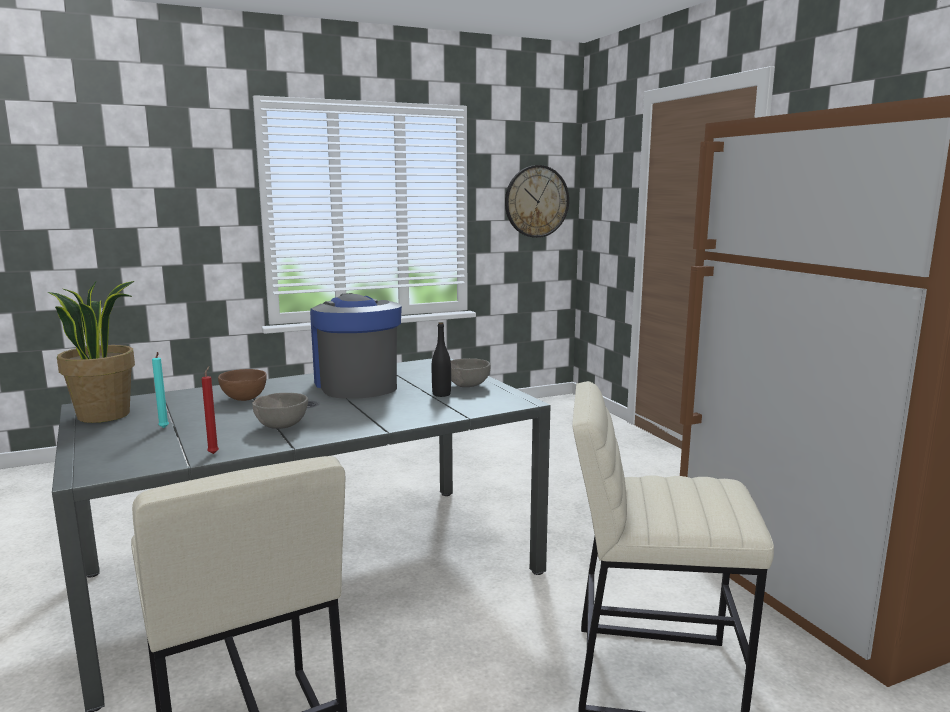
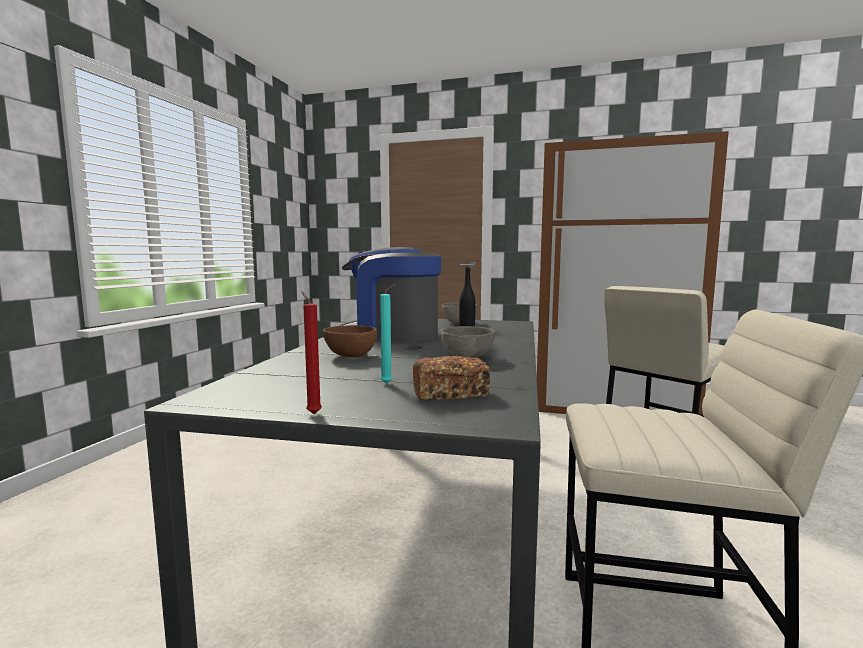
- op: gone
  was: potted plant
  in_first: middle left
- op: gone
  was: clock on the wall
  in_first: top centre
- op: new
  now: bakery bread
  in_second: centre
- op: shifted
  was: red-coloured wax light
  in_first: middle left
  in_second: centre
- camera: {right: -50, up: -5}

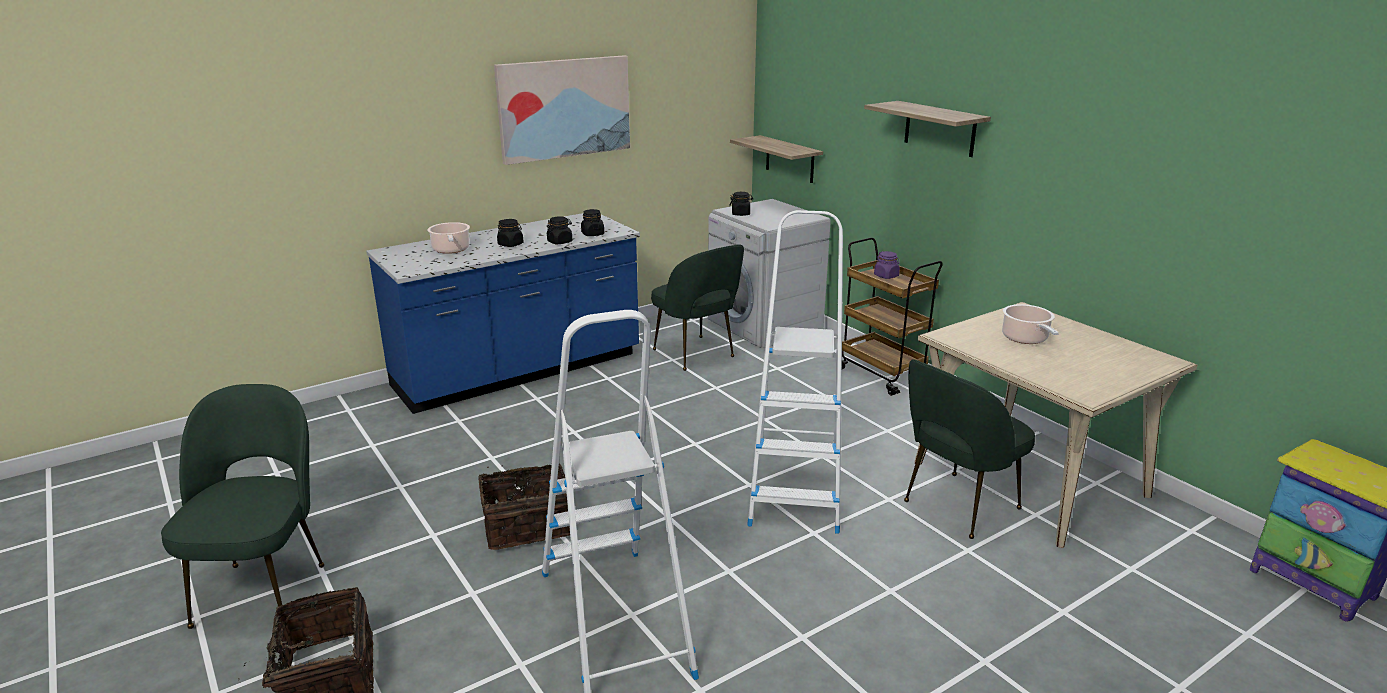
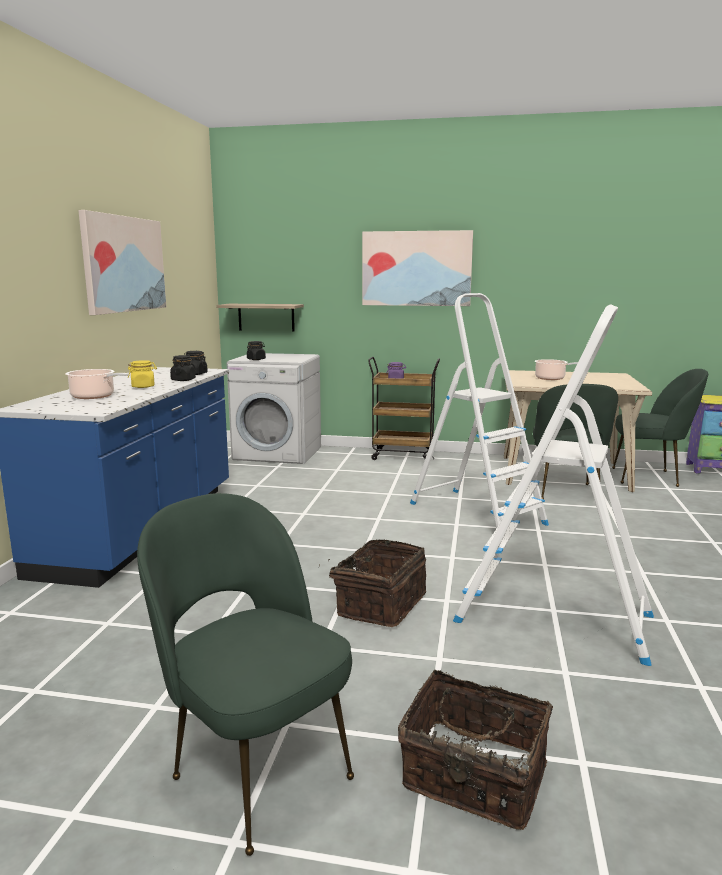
- op: shifted
  was: green chair (no. 2 from left in the first image)
  now: green chair (no. 3 from left)
  in_first: centre
  in_second: middle right
- op: swapped
  was: shelf (no. 2 from left)
  now: wall art (no. 2 from left)
  in_first: top right
  in_second: top centre
- op: repainted
  was: black jar (no. 1 from left)
  now: yellowish jar
  in_first: centre
  in_second: middle left
- camera: {right: -45, up: -10}

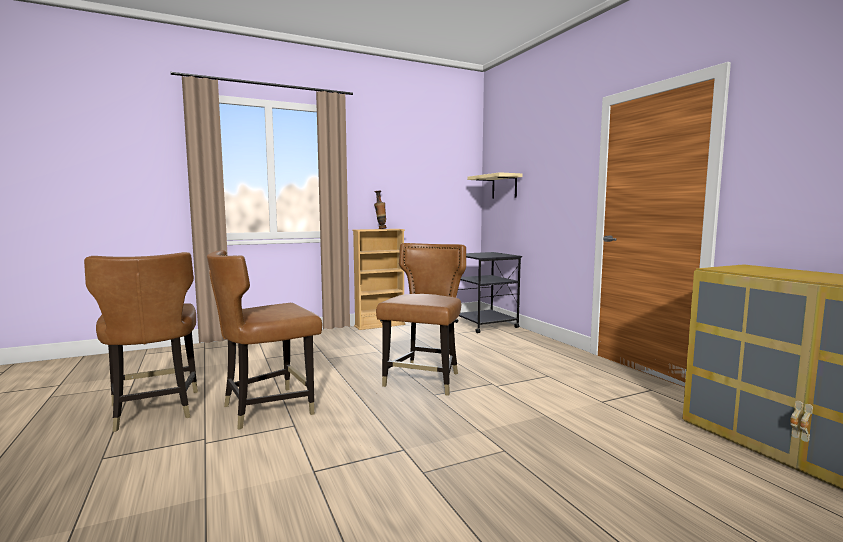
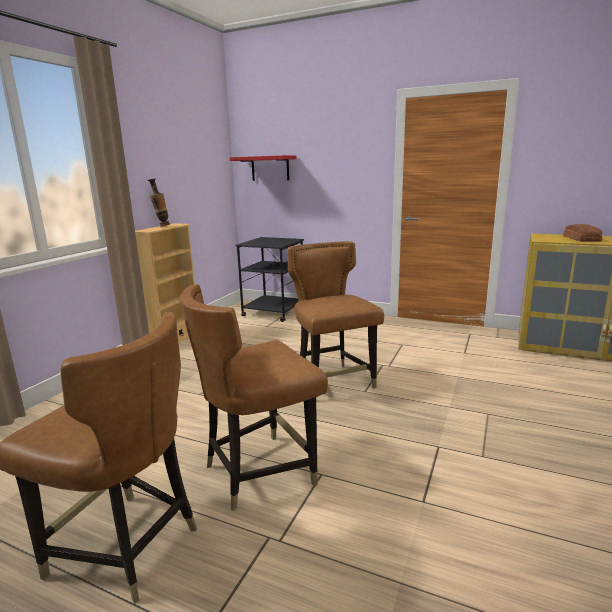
- op: new
  now: bakery bread
  in_second: middle right
- op: repainted
  was: sand-coloured shelf
  now: red-coloured shelf
  in_first: centre
  in_second: top centre
- op: rotated
  was: brown chair (no. 2 from left)
  in_first: middle left
  in_second: centre
  clockwise: 45
- camera: {right: -40, up: 10}

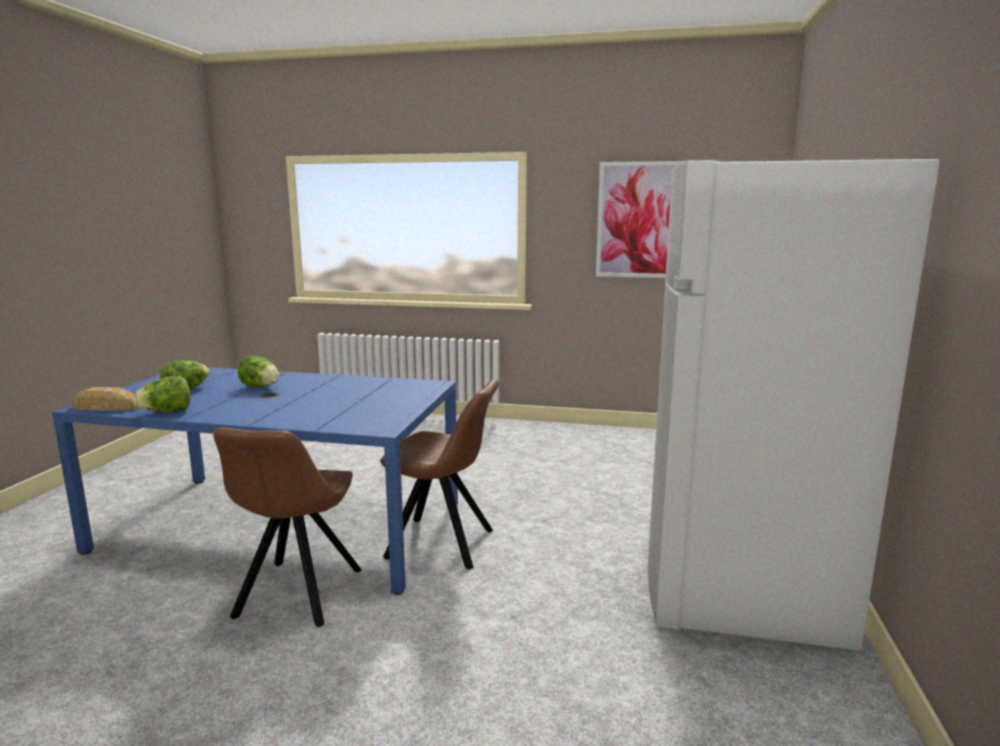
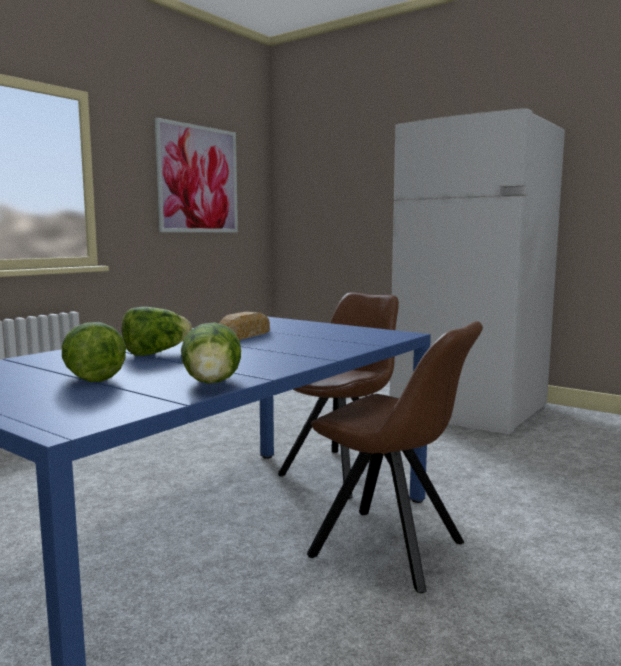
- op: shifted
  was: bakery bread
  in_first: middle left
  in_second: centre
- camera: {right: -65, up: -5}

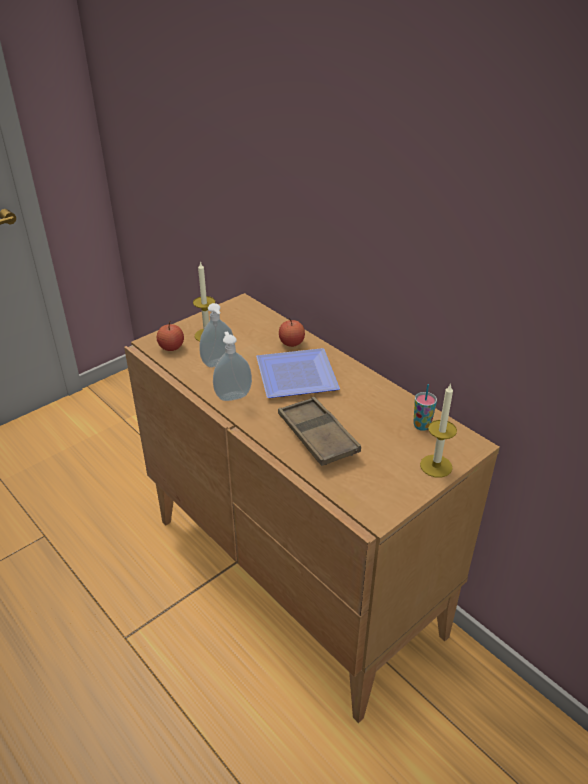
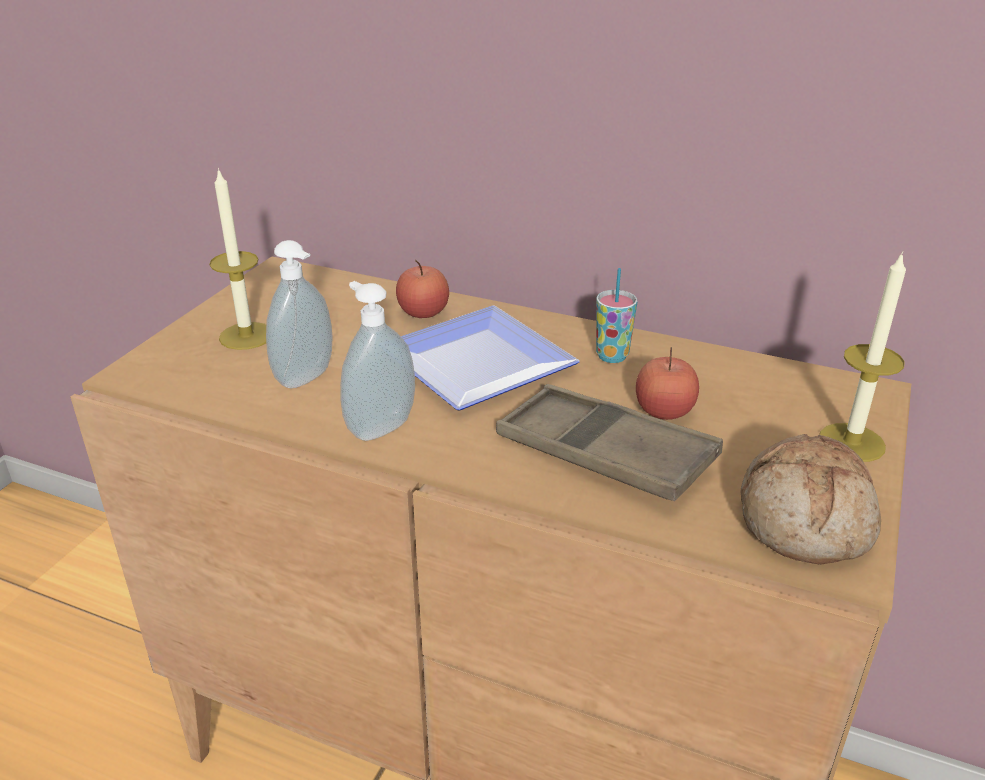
- op: new
  now: bakery bread
  in_second: middle right
- op: shifted
  was: whole apple (no. 1 from left in the first image)
  now: whole apple (no. 2 from left)
  in_first: middle left
  in_second: middle right
- op: shifted
  was: drinking cup
  in_first: middle right
  in_second: centre
- camera: {right: -25, up: -5}

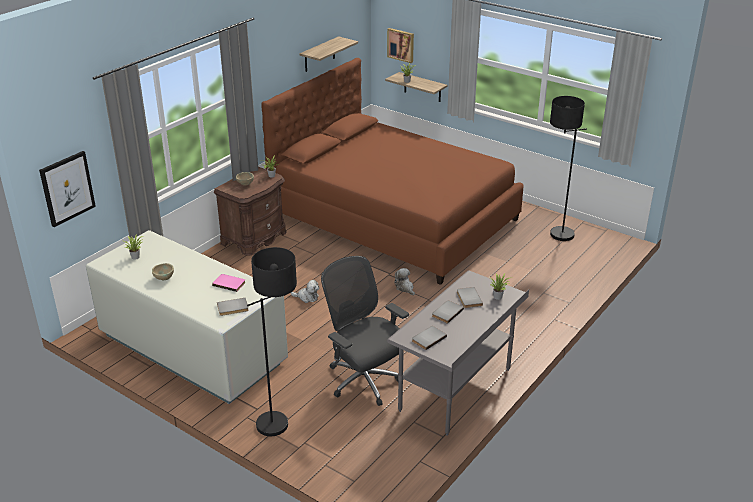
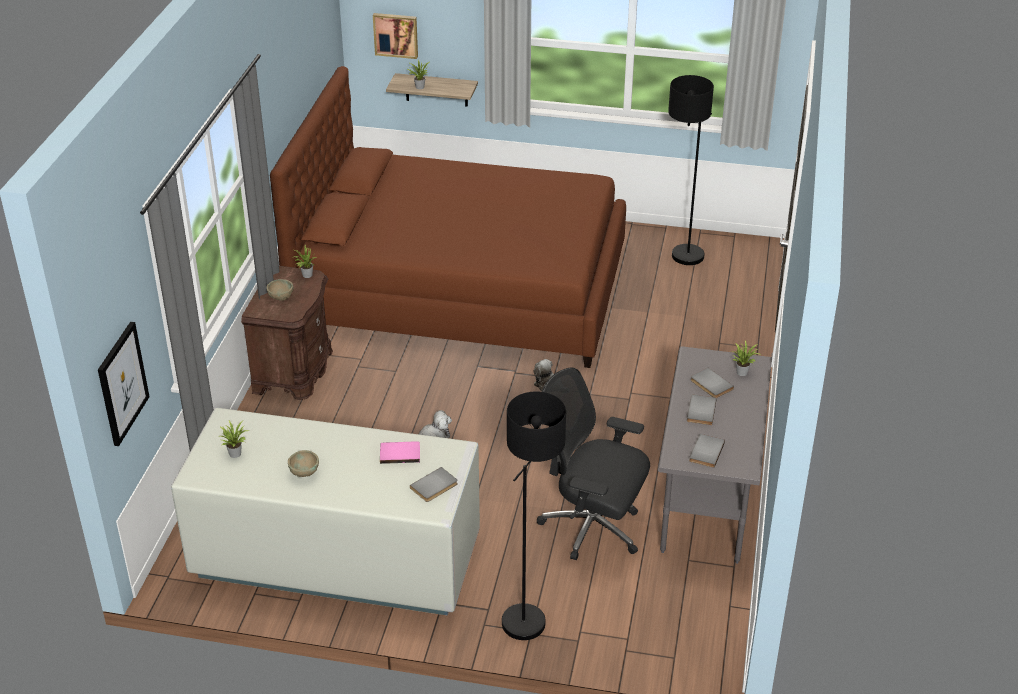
- op: gone
  was: shelf (no. 1 from left)
  in_first: top centre
- camera: {right: -25, up: 5}

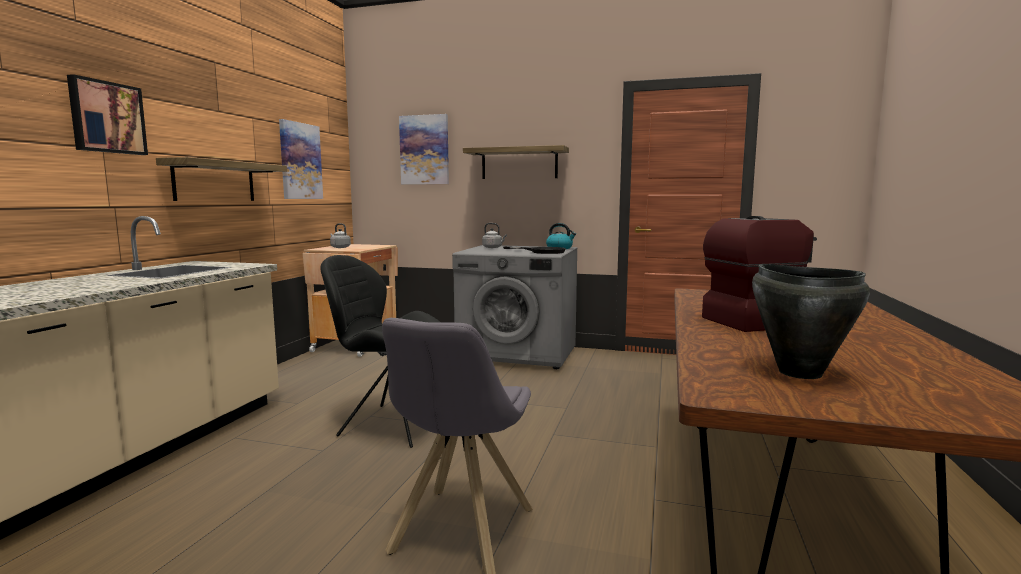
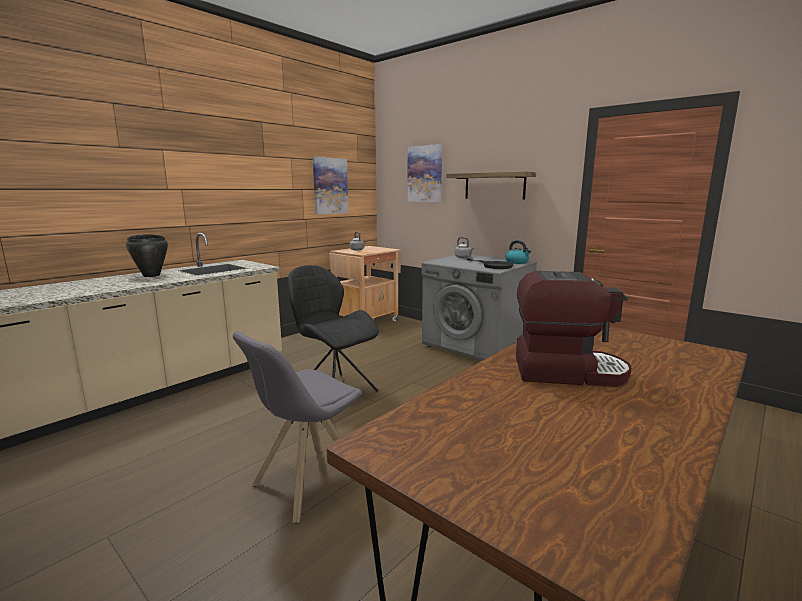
- op: gone
  was: wall art (no. 1 from left)
  in_first: top left
- op: gone
  was: shelf (no. 1 from left)
  in_first: top left
- op: shifted
  was: black stockpot
  in_first: middle right
  in_second: middle left
- camera: {right: 25, up: 5}

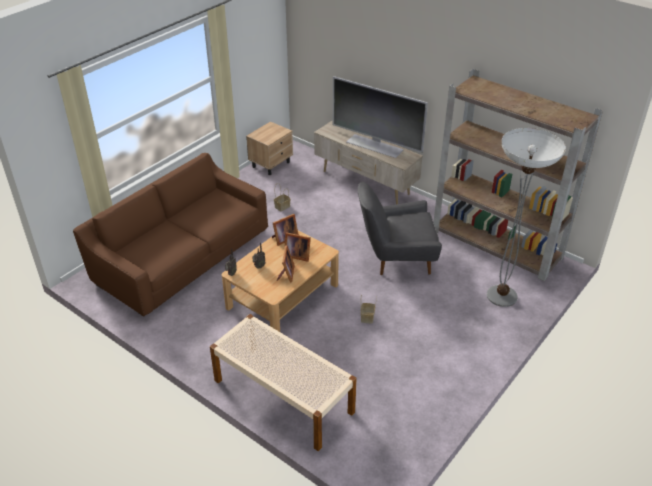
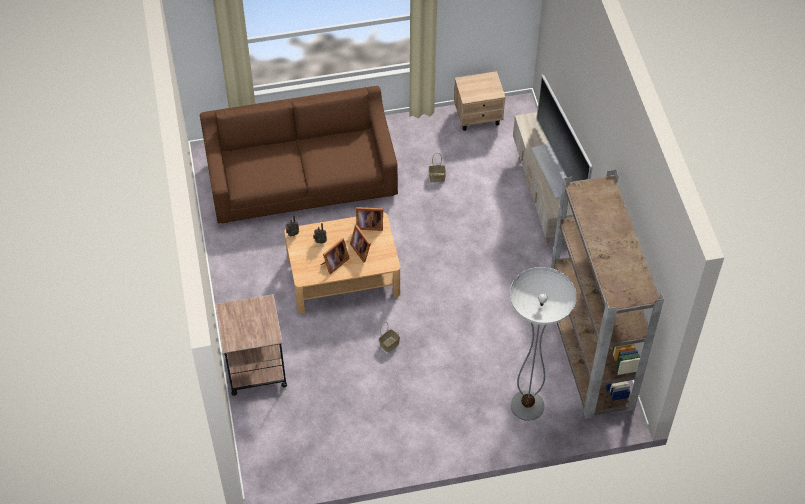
- op: gone
  was: gray easy chair
  in_first: centre
- op: swapped
  was: sand-coloured indoor bench
  now: brown wheeled cart
  in_first: bottom centre
  in_second: bottom left
- camera: {right: 40, up: 15}

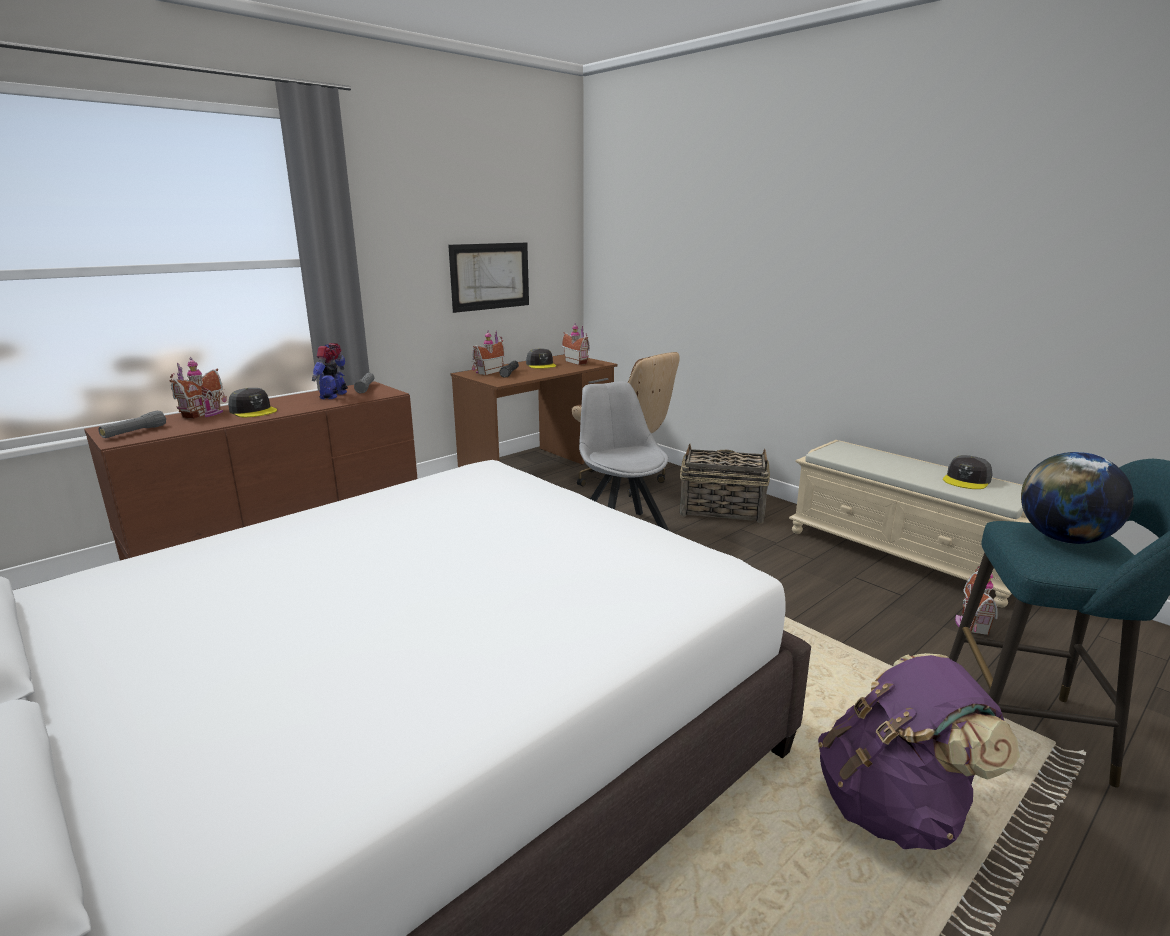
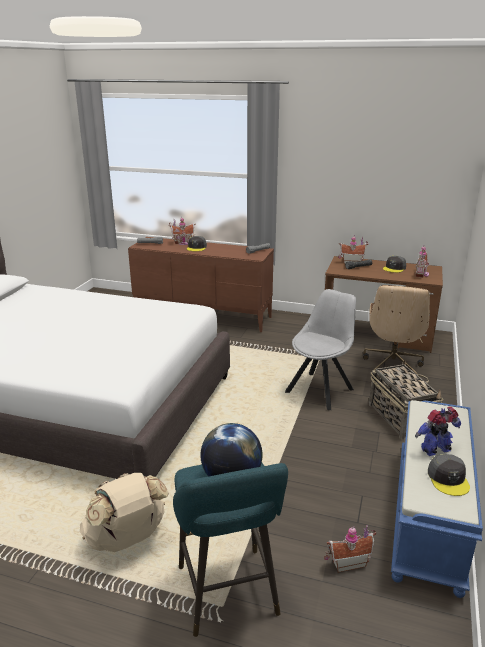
- op: gone
  was: wall art
  in_first: top centre
- op: shifted
  was: toy robot
  in_first: middle left
  in_second: middle right
- op: repainted
  was: sand-coloured indoor bench
  now: blue indoor bench
  in_first: middle right
  in_second: bottom right
- op: repainted
  was: purple rucksack
  now: sand-coloured rucksack
  in_first: bottom right
  in_second: bottom left
- op: rotated
  was: gray baseball cap (no. 3 from left)
  in_first: middle right
  in_second: bottom right
  clockwise: -105
- camera: {right: 60, up: 5}

